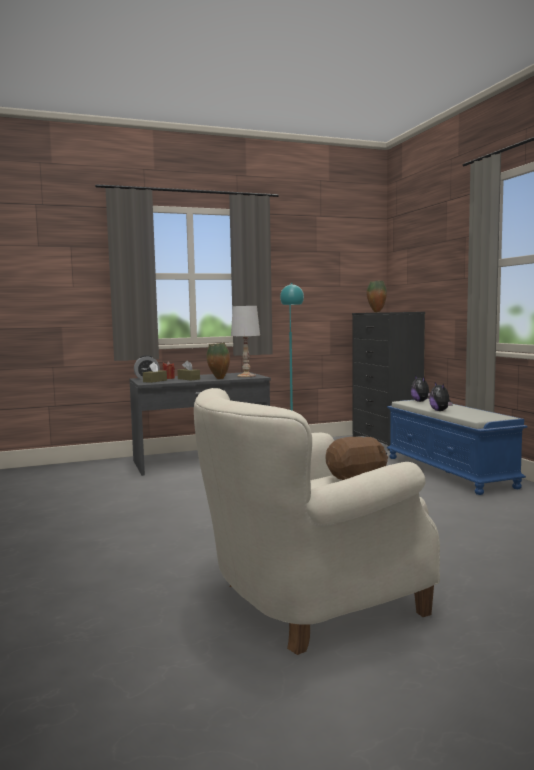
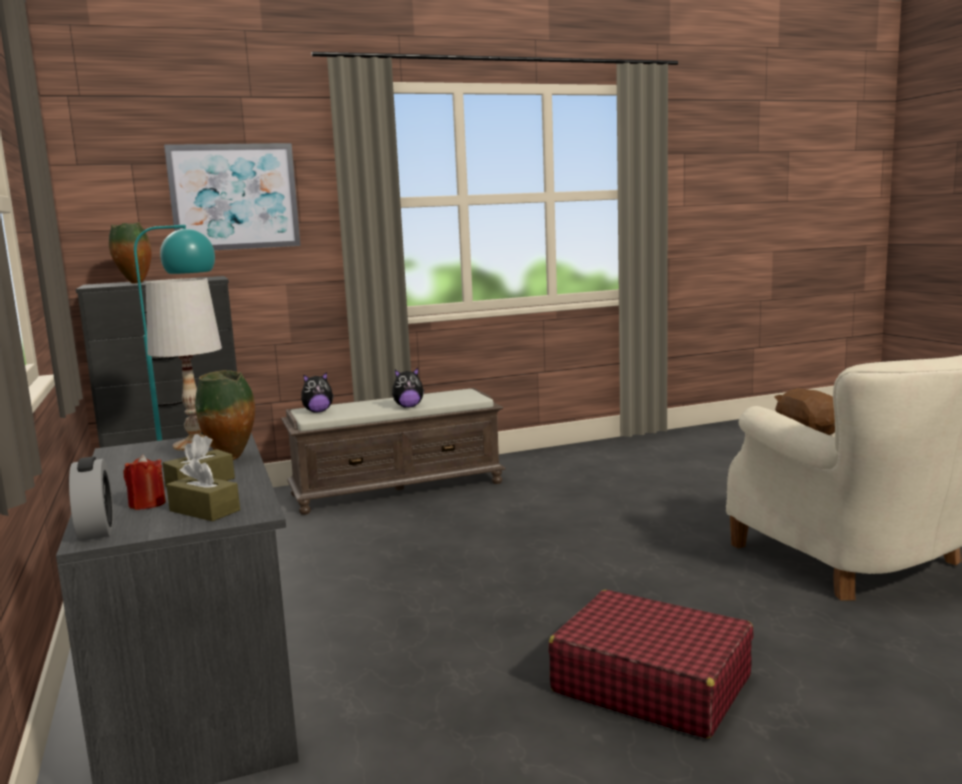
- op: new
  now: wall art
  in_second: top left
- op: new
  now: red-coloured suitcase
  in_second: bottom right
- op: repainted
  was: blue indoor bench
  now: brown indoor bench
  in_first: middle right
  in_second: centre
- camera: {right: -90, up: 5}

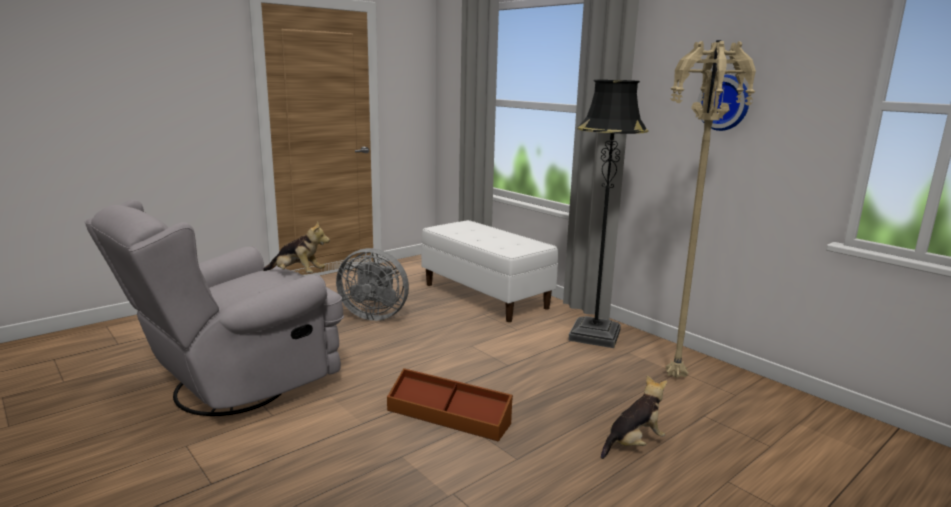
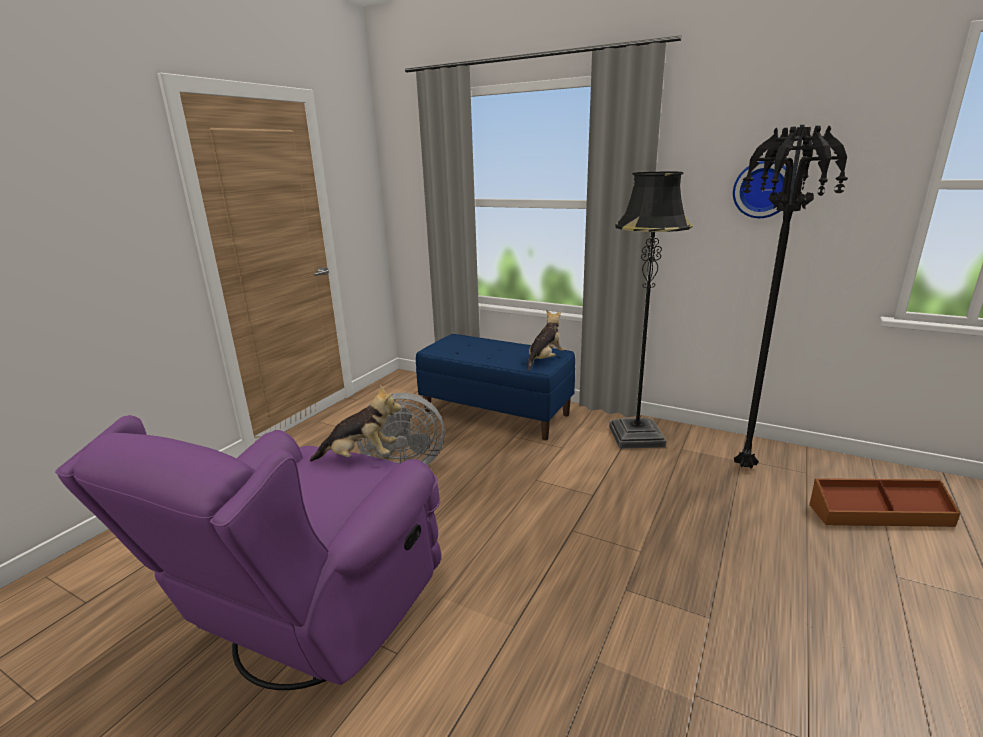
- op: shifted
  was: brown storage bin
  in_first: bottom centre
  in_second: bottom right
- op: shifted
  was: plush toy (no. 2 from left)
  in_first: bottom right
  in_second: centre
- op: repainted
  was: gray easy chair
  now: purple easy chair
  in_first: middle left
  in_second: bottom left
- op: repainted
  was: white-coloured indoor bench
  now: blue indoor bench
  in_first: centre
  in_second: centre
- op: repainted
  was: sand-coloured standing lamp
  now: black standing lamp (no. 2 from left)
  in_first: middle right
  in_second: middle right
- camera: {right: -20, up: 5}

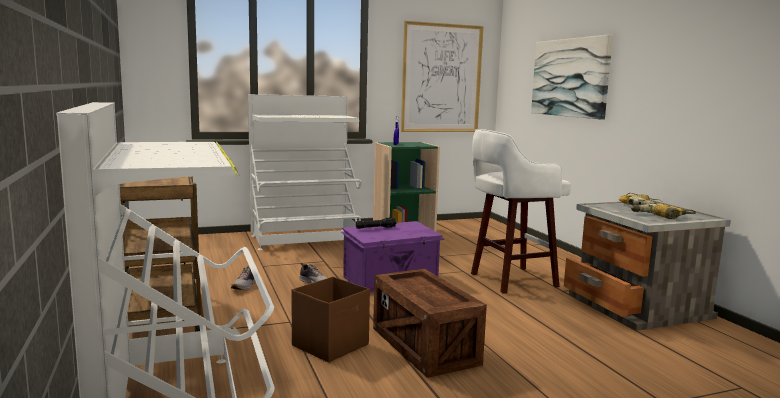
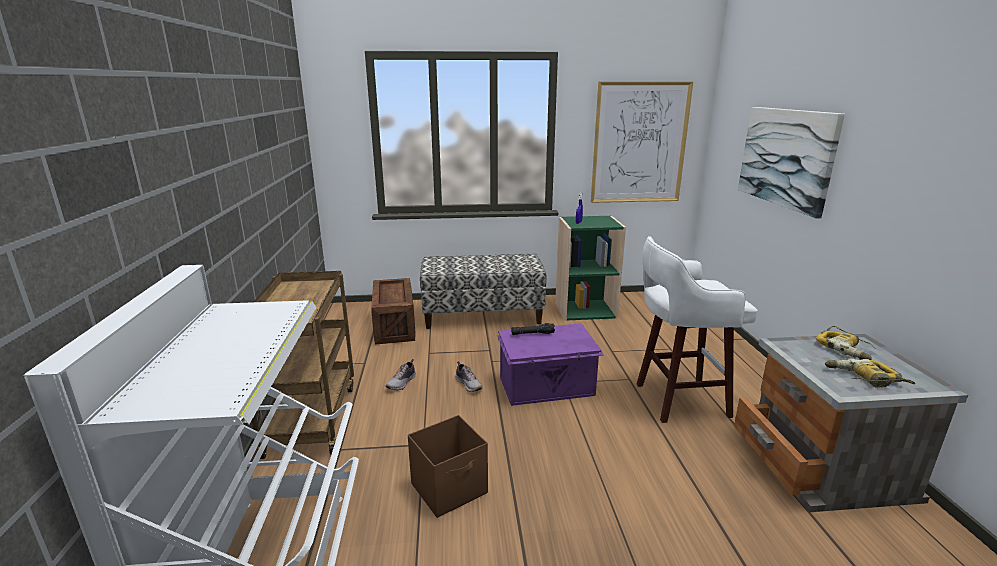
- op: shifted
  was: shipping crate
  in_first: bottom centre
  in_second: centre
- op: swapped
  was: white-coloured shoe shelf (no. 2 from left)
  now: indoor bench
  in_first: centre
  in_second: centre
- camera: {right: 15, up: 10}

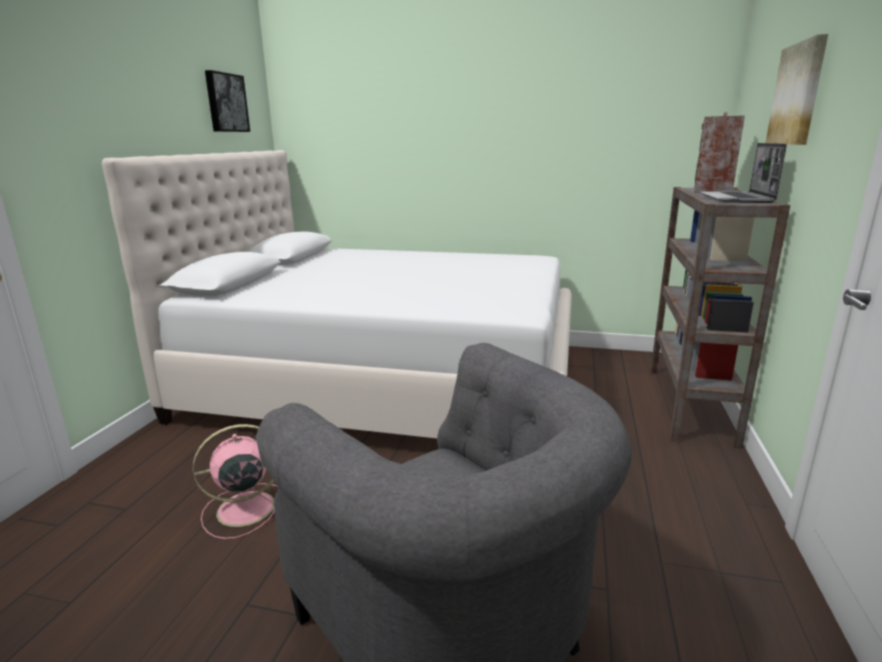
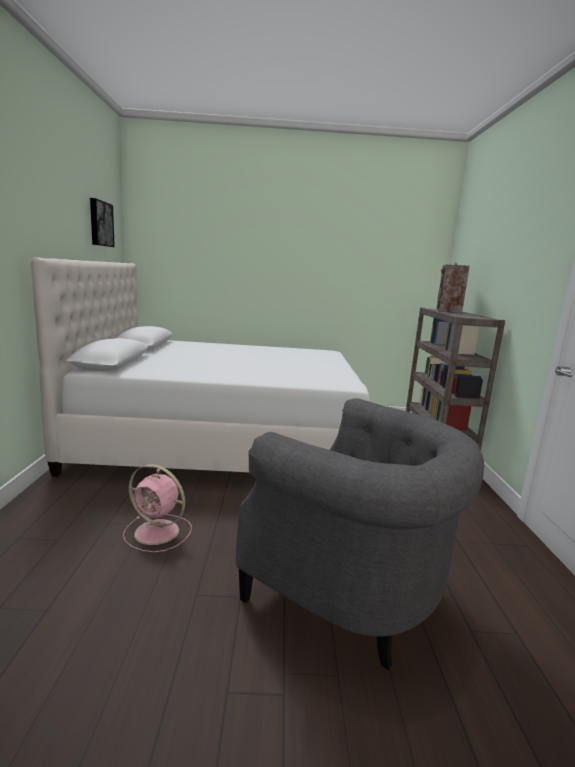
- op: gone
  was: laptop
  in_first: top right
- op: gone
  was: wall art (no. 2 from left)
  in_first: top right
- op: rotated
  was: pink electric fan
  in_first: bottom left
  in_second: middle left
  clockwise: -120
- camera: {right: -15, up: -5}

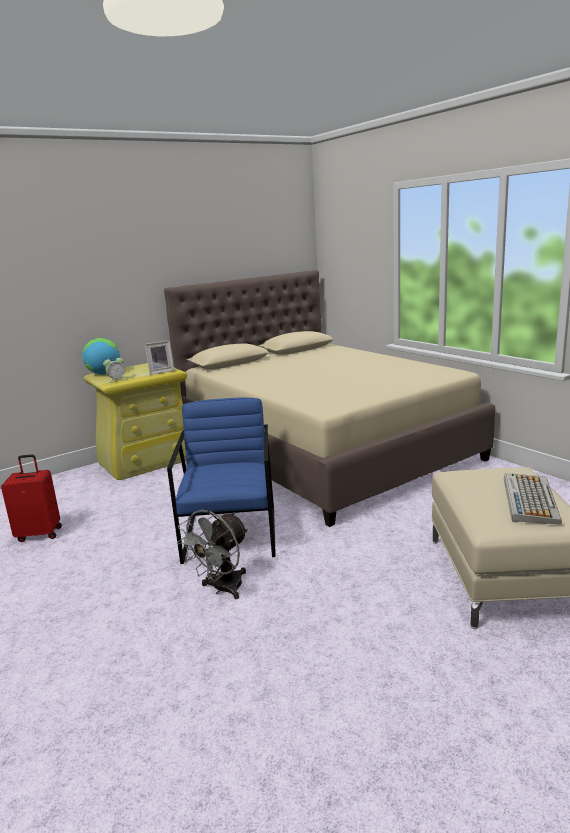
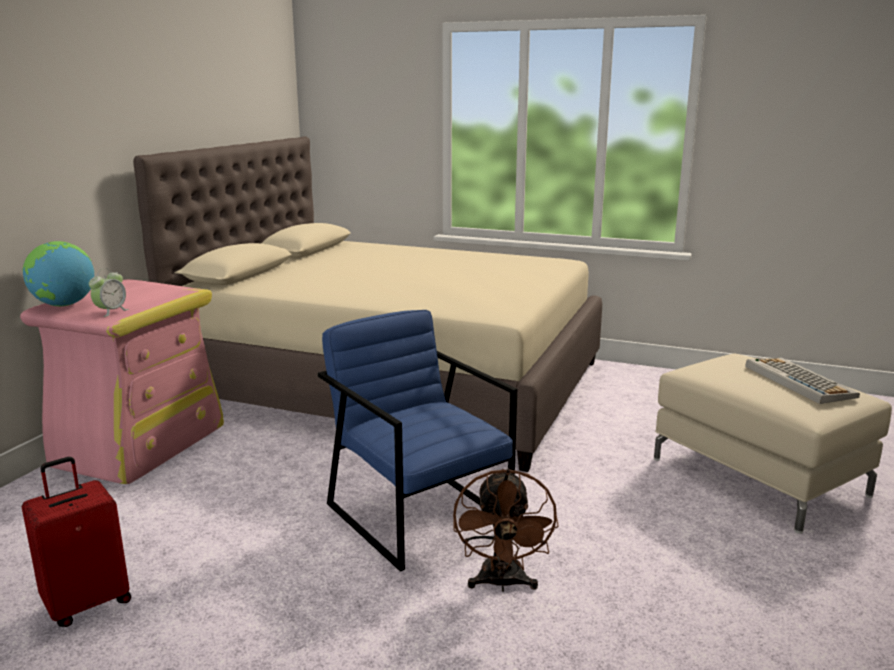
- op: gone
  was: picture frame
  in_first: middle left
- op: repainted
  was: yellowish nightstand
  now: pink nightstand
  in_first: middle left
  in_second: middle left
- op: repainted
  was: gray electric fan
  now: brown electric fan
  in_first: centre
  in_second: bottom centre
- camera: {right: -35, up: 0}

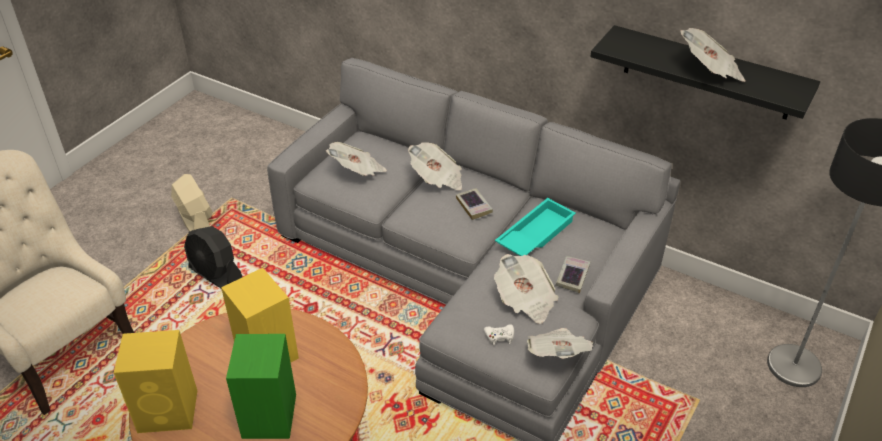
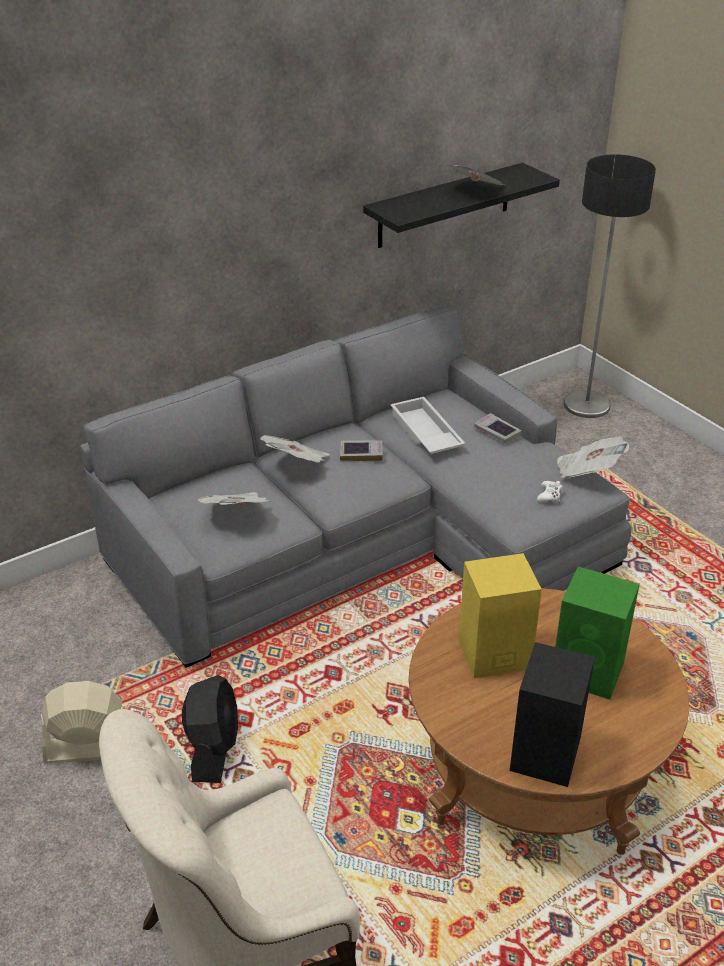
- op: gone
  was: newspaper (no. 3 from left)
  in_first: centre
- op: repainted
  was: yellowish loudspeaker (no. 1 from left)
  now: black loudspeaker
  in_first: bottom left
  in_second: bottom right
- op: repainted
  was: turquoise serving tray
  now: white-coloured serving tray
  in_first: centre
  in_second: centre
- op: rotated
  was: black electric fan
  in_first: middle left
  in_second: bottom left
  clockwise: -60
- camera: {right: -65, up: -5}

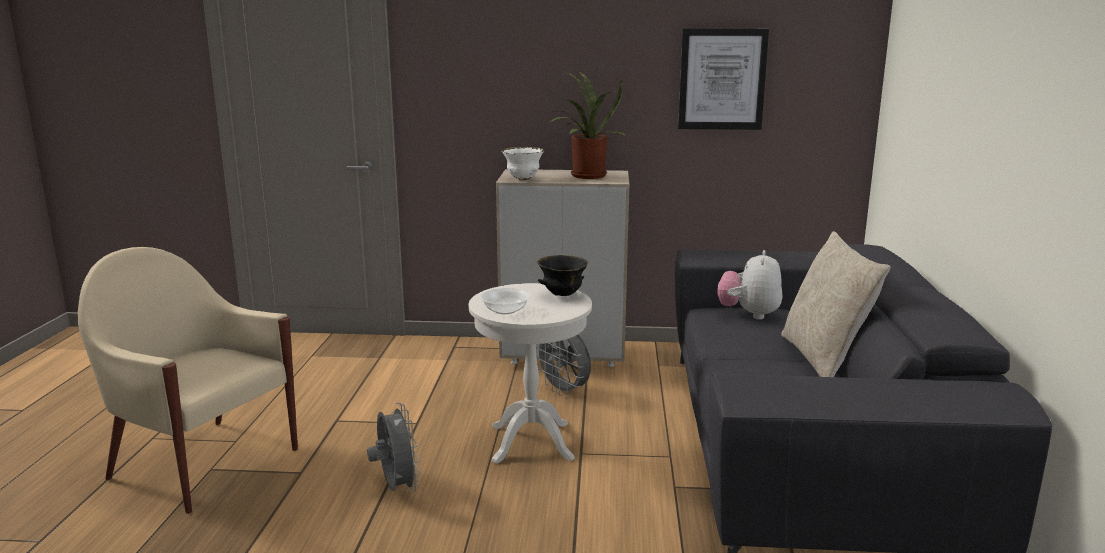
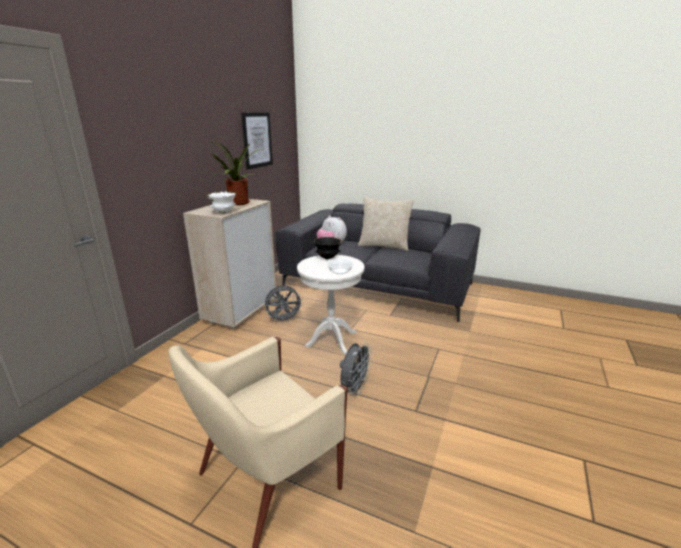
- op: rotated
  was: gray electric fan (no. 1 from left in the first image)
  in_first: bottom centre
  in_second: bottom centre
  clockwise: 120
- camera: {right: -70, up: 5}

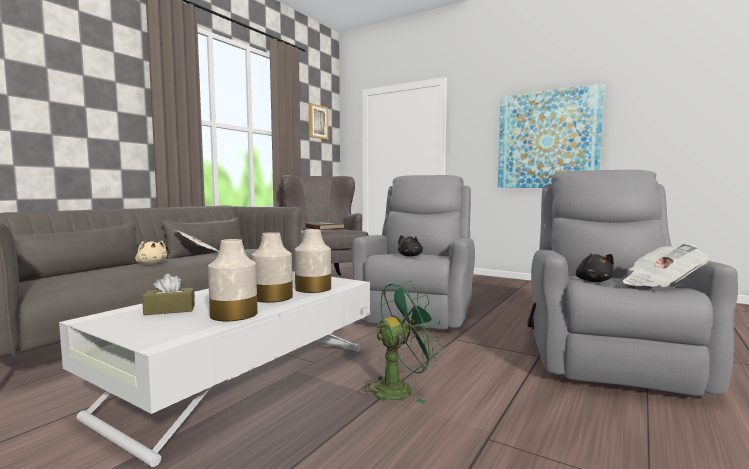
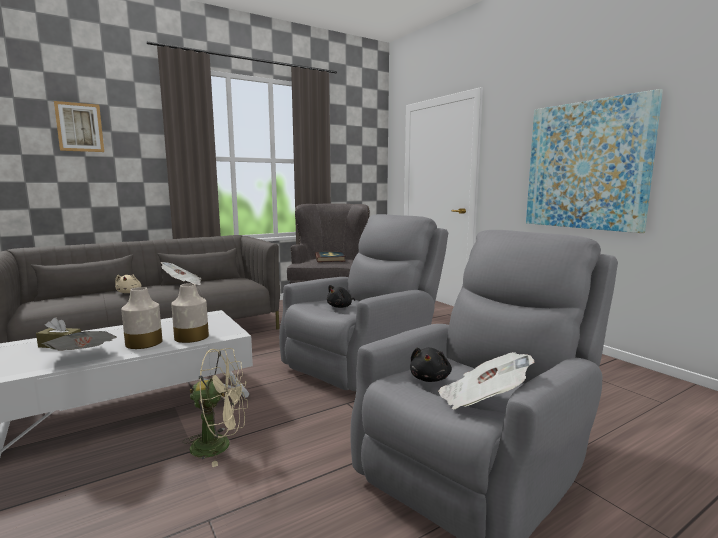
- op: shifted
  was: wall art (no. 1 from left)
  in_first: top centre
  in_second: top left
- op: swapped
  was: sand-coloured vase (no. 1 from left)
  now: newspaper (no. 1 from left)
  in_first: middle left
  in_second: middle left
- op: repainted
  was: green electric fan
  now: sand-coloured electric fan
  in_first: bottom centre
  in_second: bottom left
- camera: {right: 25, up: 5}

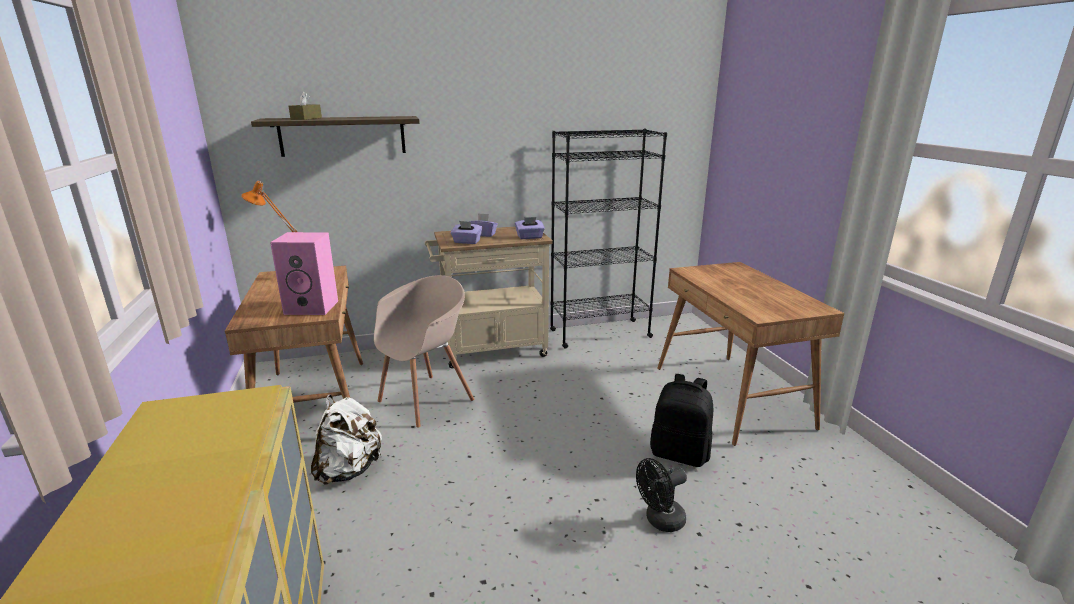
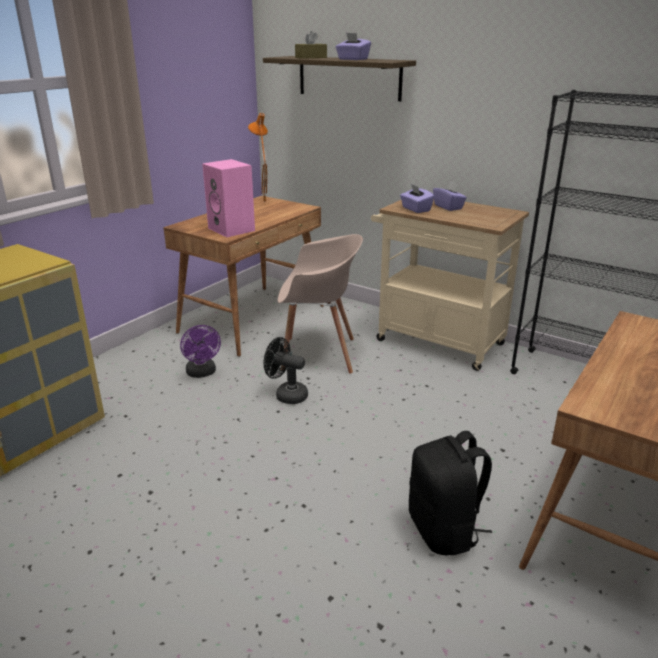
- op: shifted
  was: purple tissue box (no. 3 from left in the first image)
  now: purple tissue box (no. 1 from left)
  in_first: centre
  in_second: top centre
- op: shifted
  was: black electric fan
  in_first: bottom centre
  in_second: centre
- op: swapped
  was: white-coloured rucksack
  now: purple electric fan
  in_first: bottom left
  in_second: middle left
- camera: {right: 50, up: 5}

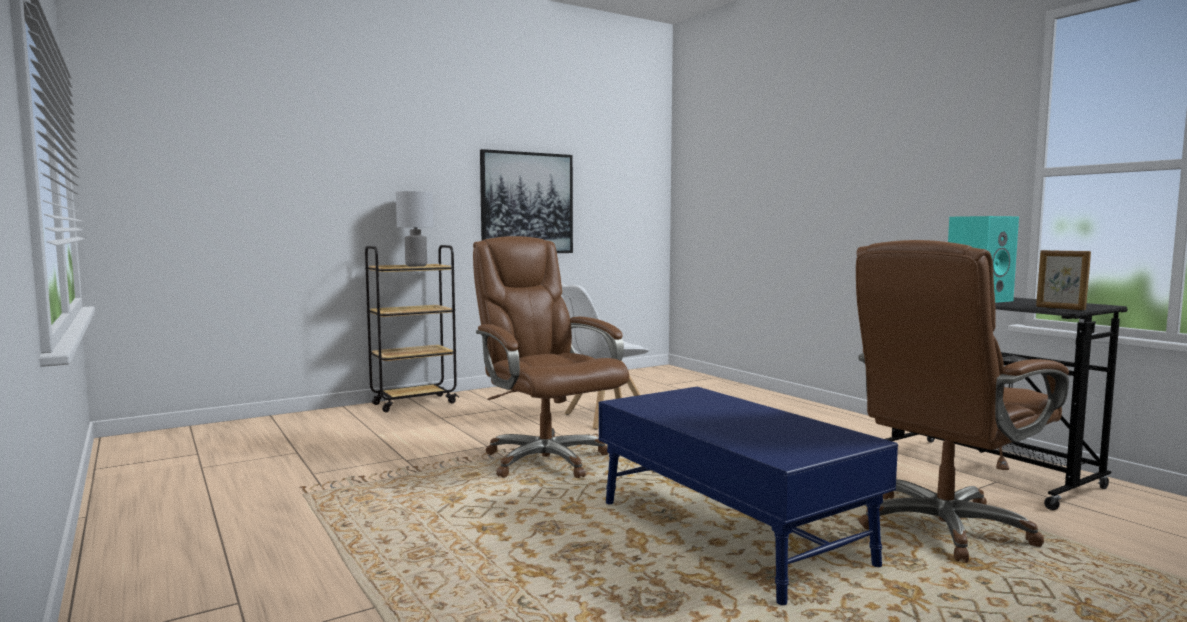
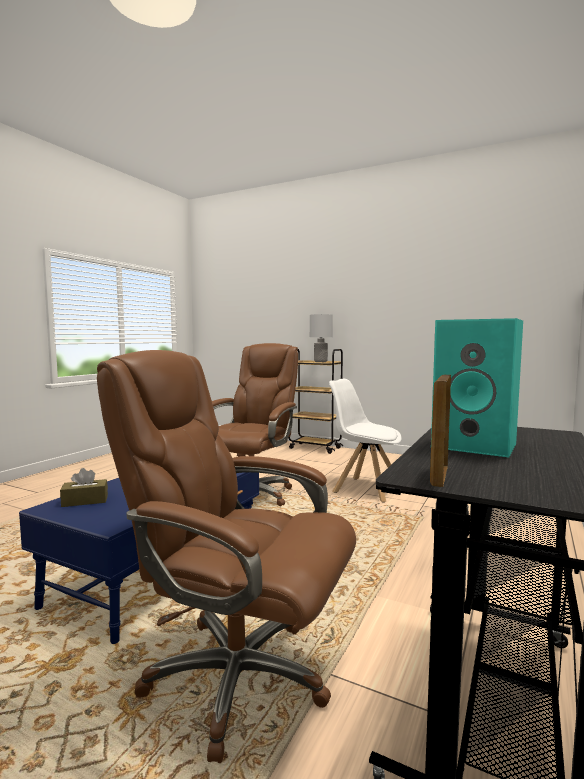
- op: gone
  was: wall art
  in_first: top centre
- op: new
  now: brown tissue box
  in_second: middle left
- camera: {right: 60, up: 0}

